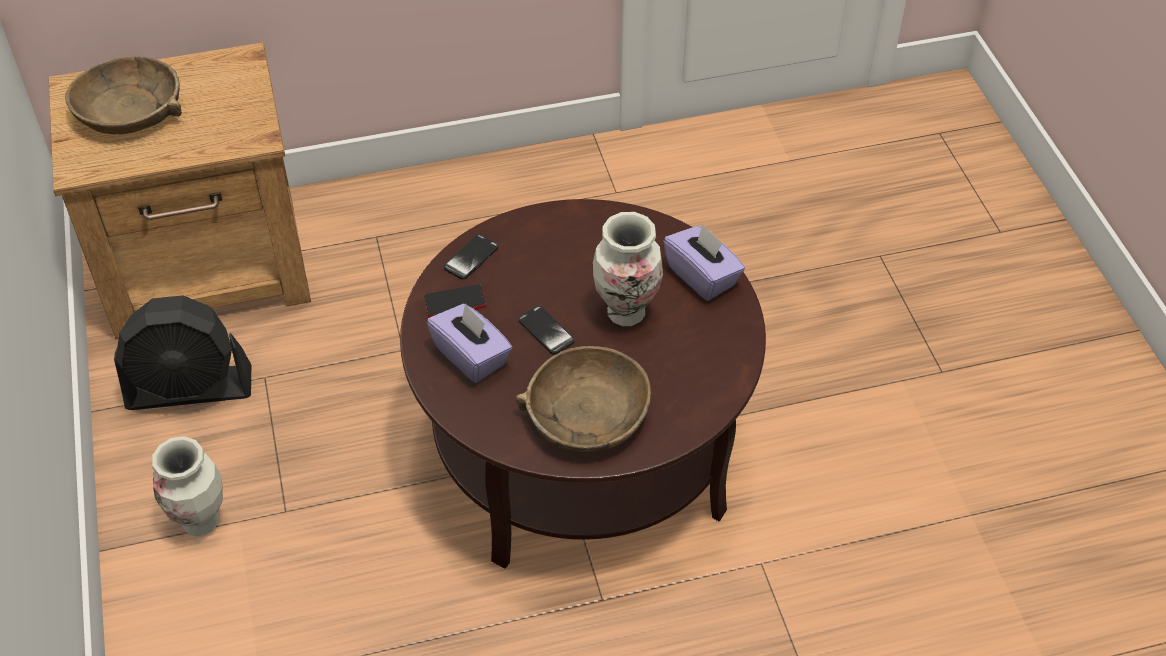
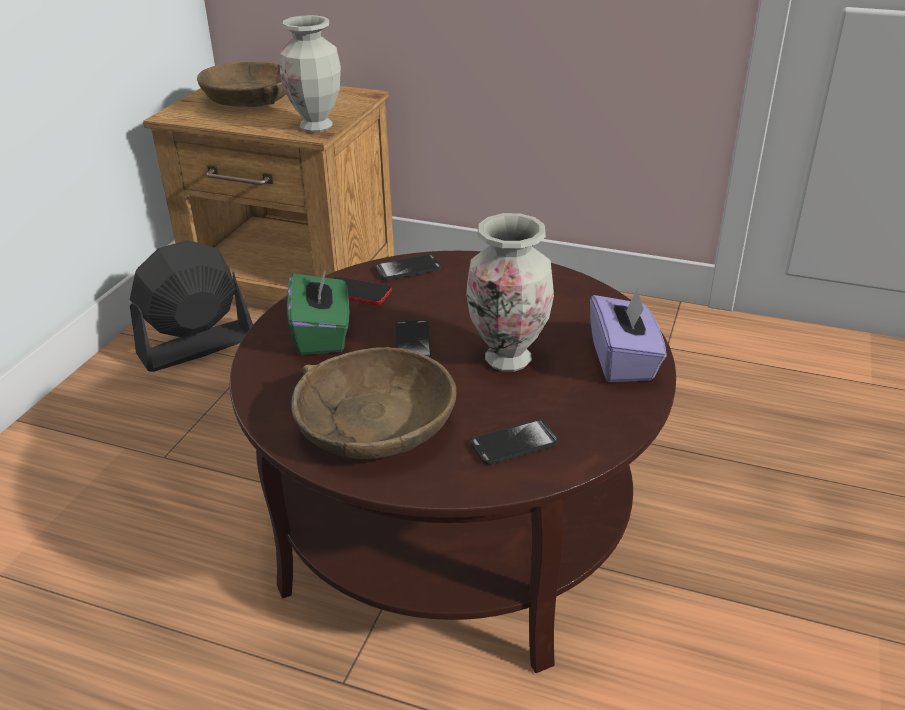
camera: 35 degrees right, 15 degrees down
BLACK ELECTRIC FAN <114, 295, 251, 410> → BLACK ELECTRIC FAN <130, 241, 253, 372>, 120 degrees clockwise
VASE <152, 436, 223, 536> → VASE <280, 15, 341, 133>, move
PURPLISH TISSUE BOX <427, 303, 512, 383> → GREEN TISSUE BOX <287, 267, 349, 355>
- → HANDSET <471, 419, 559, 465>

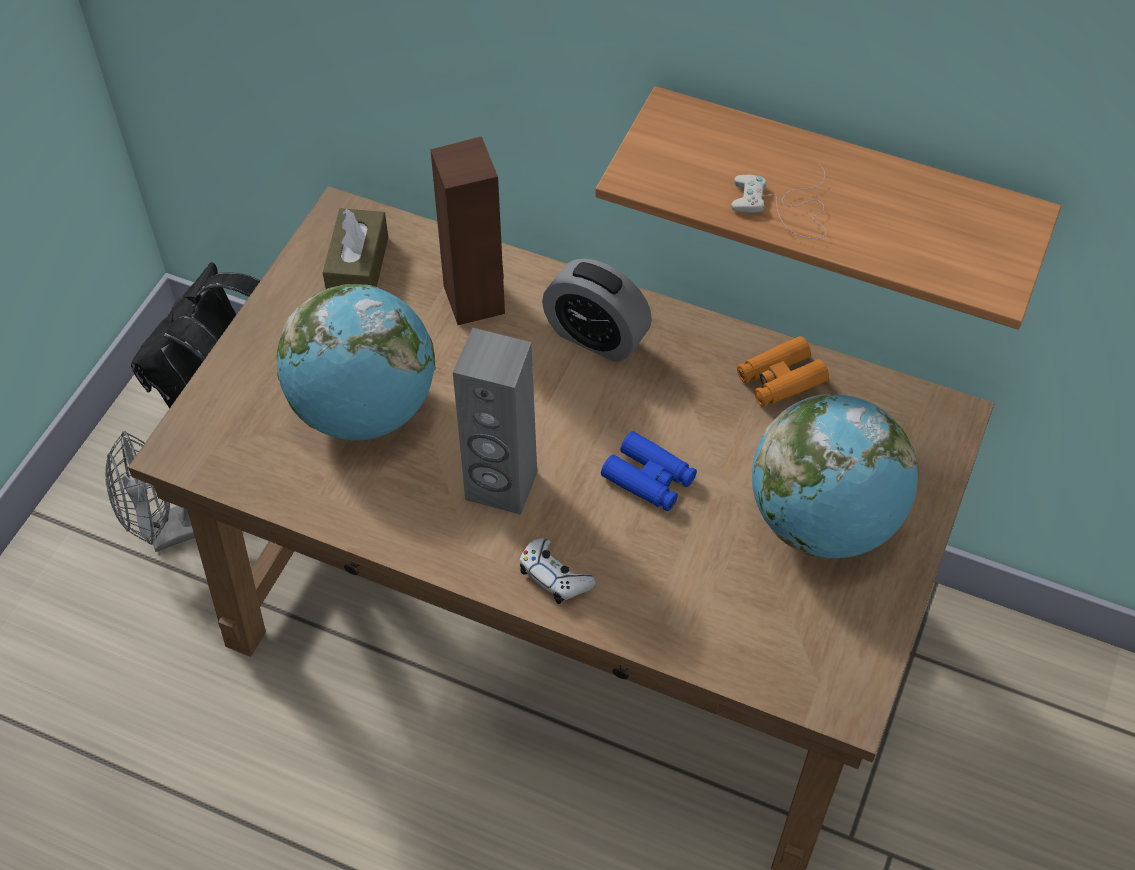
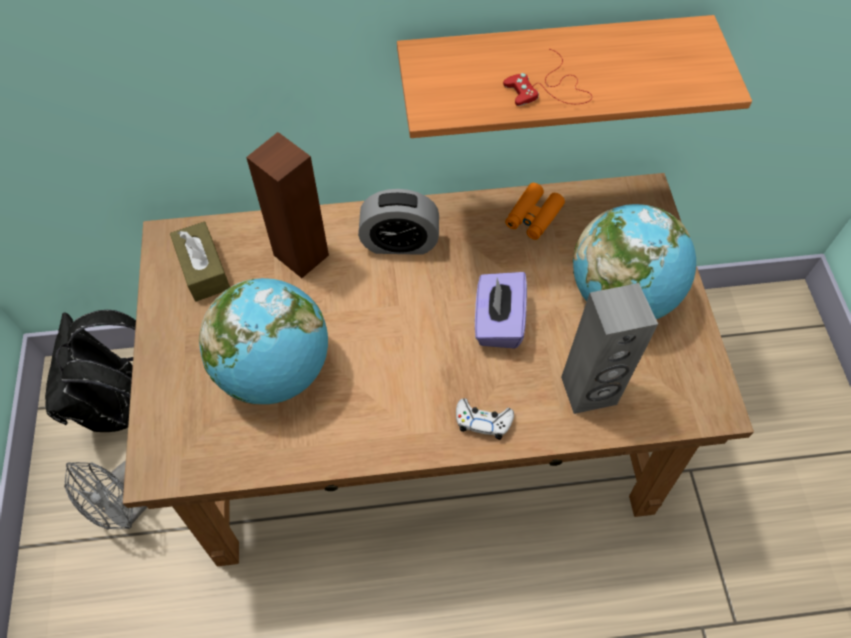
camera: 30 degrees left, 5 degrees up
GREYISH AUDIO SPEAKER <453, 328, 537, 515> → GREYISH AUDIO SPEAKER <561, 283, 658, 414>, move
BLUE PAIR OF BINOCULARS <601, 431, 697, 511> → PURPLISH TISSUE BOX <475, 272, 527, 349>
WHITE-COLOURED JOYPAD <731, 162, 826, 239> → RED JOYPAD <503, 49, 592, 106>

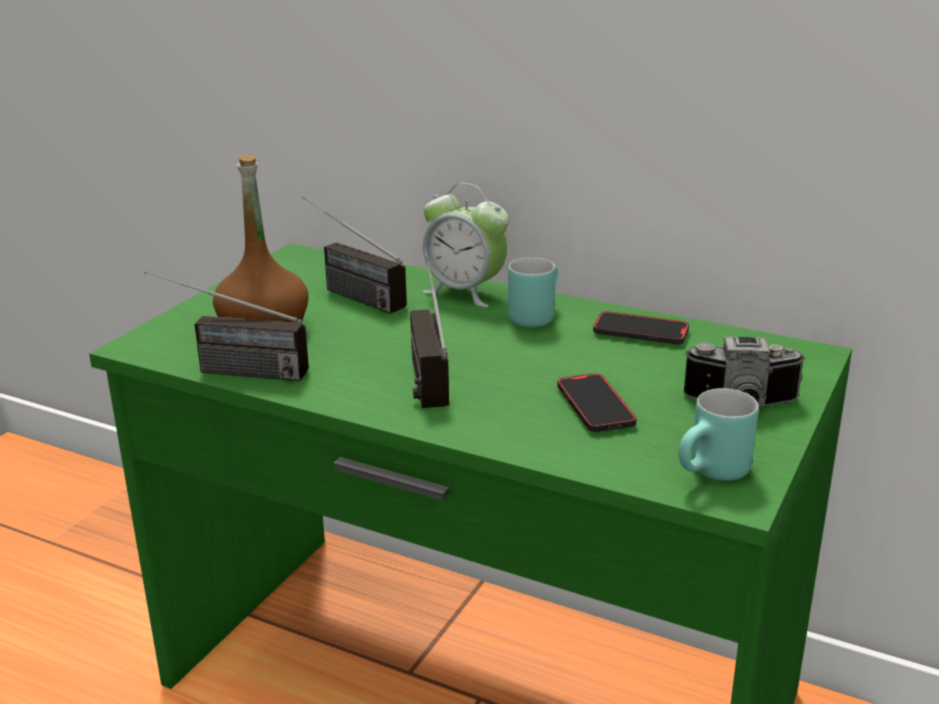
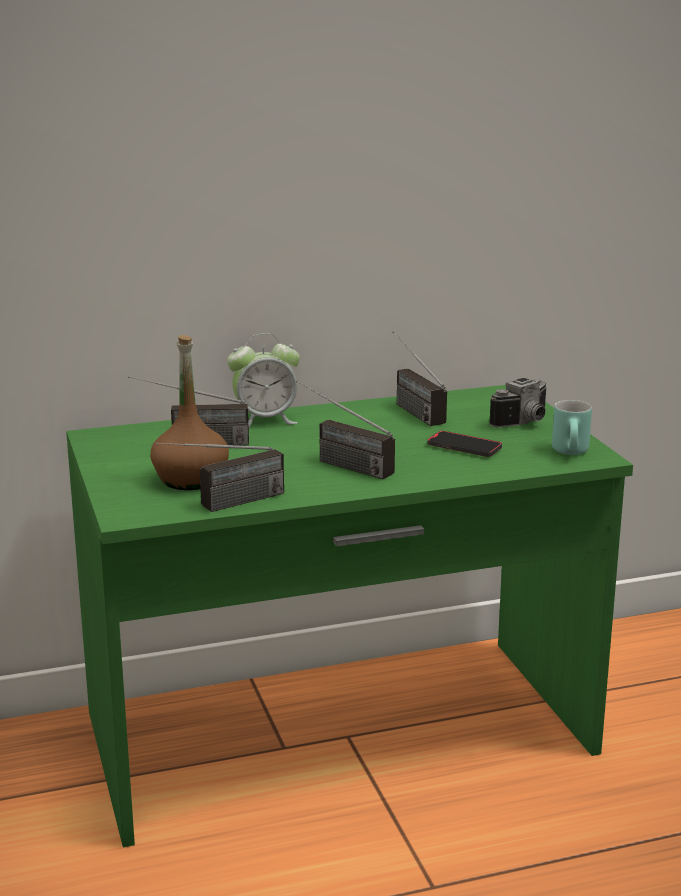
camera: 45 degrees left, 5 degrees down
TURQUOISE-COLOURED TEA MUG <508, 257, 558, 327> → -
HANDSET <593, 311, 689, 345> → RADIO RECEIVER <393, 331, 447, 426>

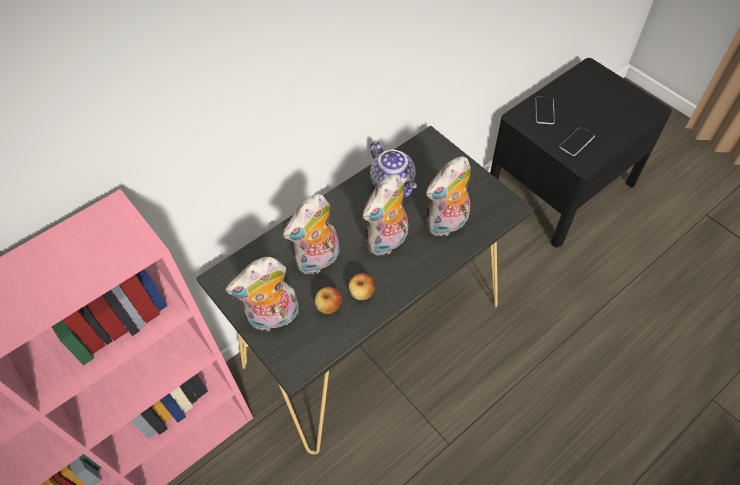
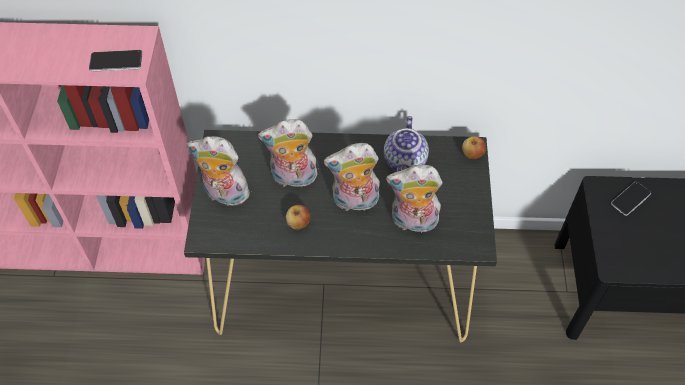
camera: 40 degrees right, 0 degrees up
APPLE <315, 287, 342, 314> → APPLE <462, 136, 486, 159>, move
HANDSET <559, 127, 595, 156> → HANDSET <89, 50, 142, 72>, move

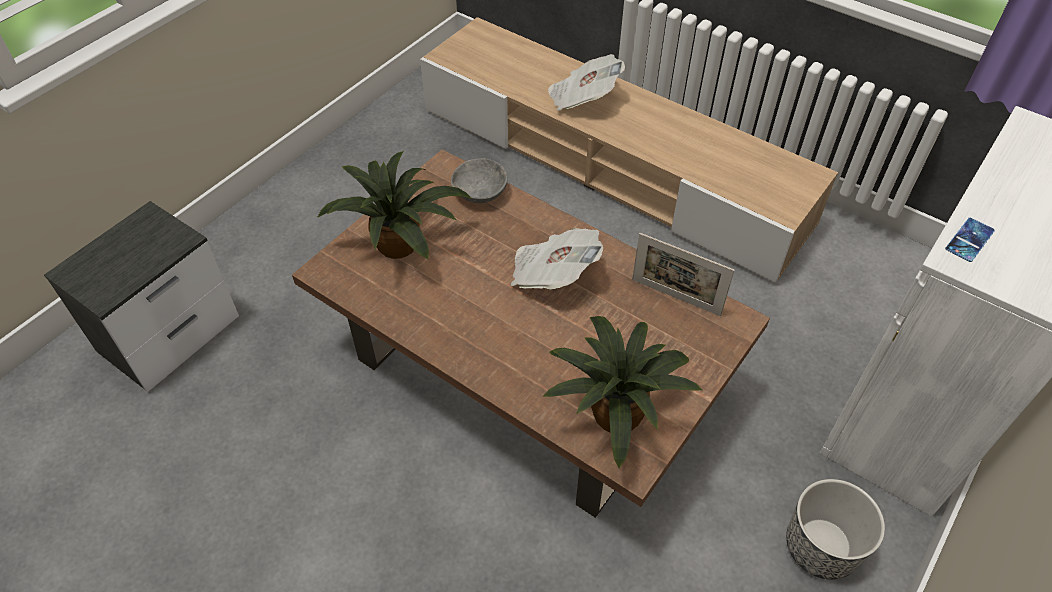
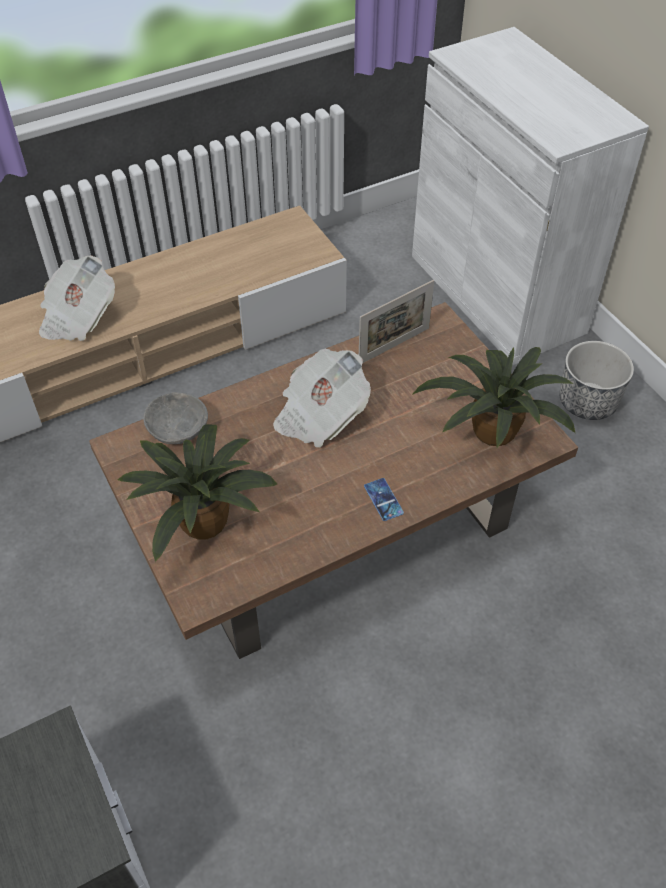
camera: 65 degrees left, 0 degrees up
HANDSET <945, 218, 995, 262> → HANDSET <364, 478, 404, 521>, move

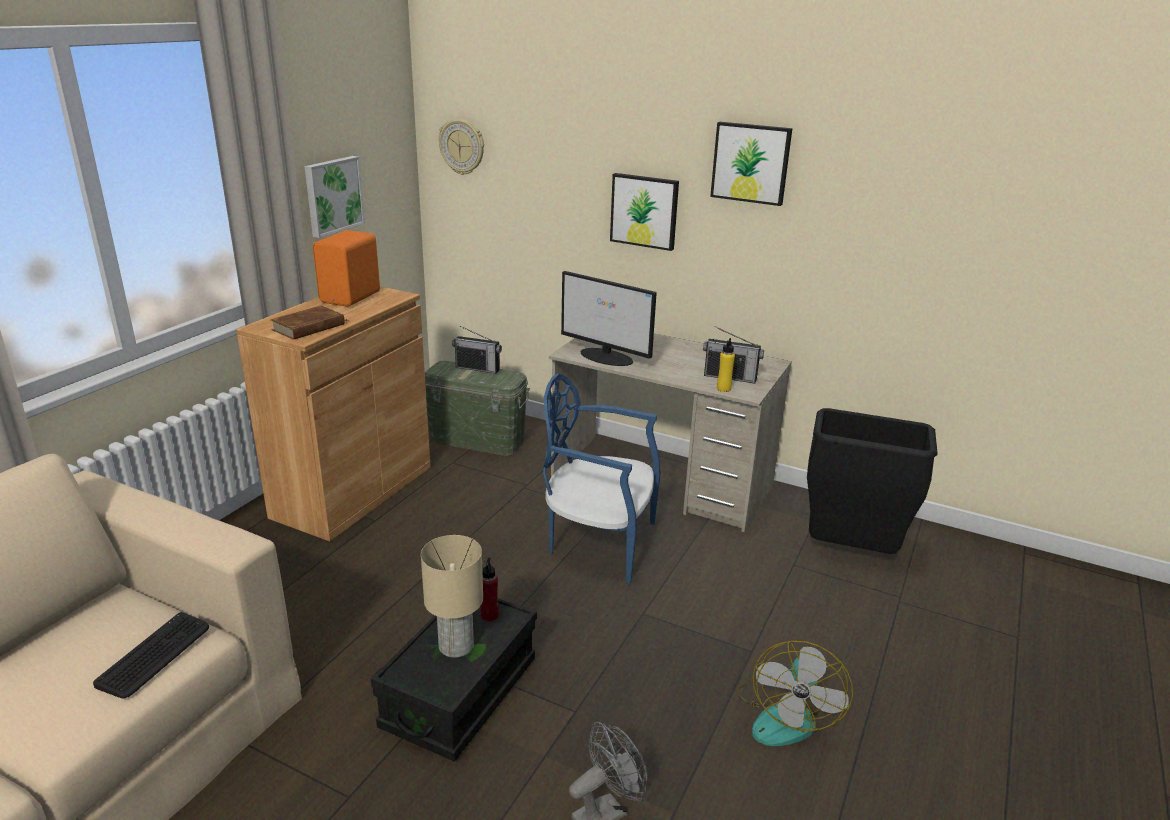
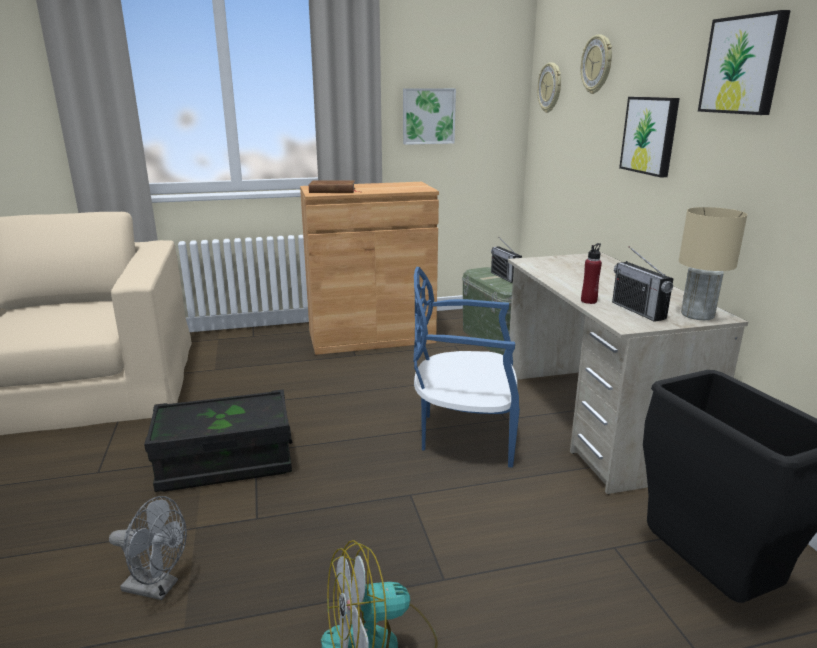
camera: 50 degrees right, 5 degrees down
KEYBOARD <93, 612, 209, 699> → -
ORANGE AUDIO SPEAKER <313, 230, 380, 307> → -
BEIGE LAMP FOR A TABLE <421, 535, 483, 658> → BEIGE LAMP FOR A TABLE <679, 207, 747, 320>, move
RED BOTTLE <481, 557, 499, 621> → RED BOTTLE <581, 243, 602, 304>, move
BLUE UPRIGHT CHAIR <543, 374, 661, 583> → BLUE UPRIGHT CHAIR <414, 267, 520, 468>, 60 degrees counterclockwise
COMPUTER DISPLAY <561, 271, 657, 366> → -
YELLOW-COLOURED BOTTLE <717, 338, 735, 392> → -
- → CLOCK ON THE WALL <581, 35, 612, 94>

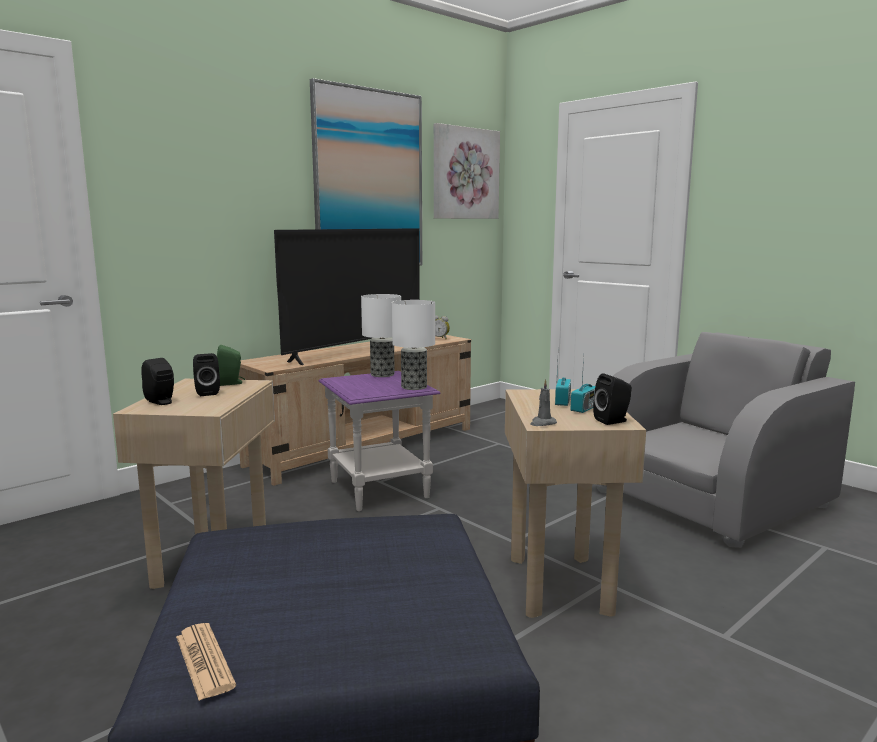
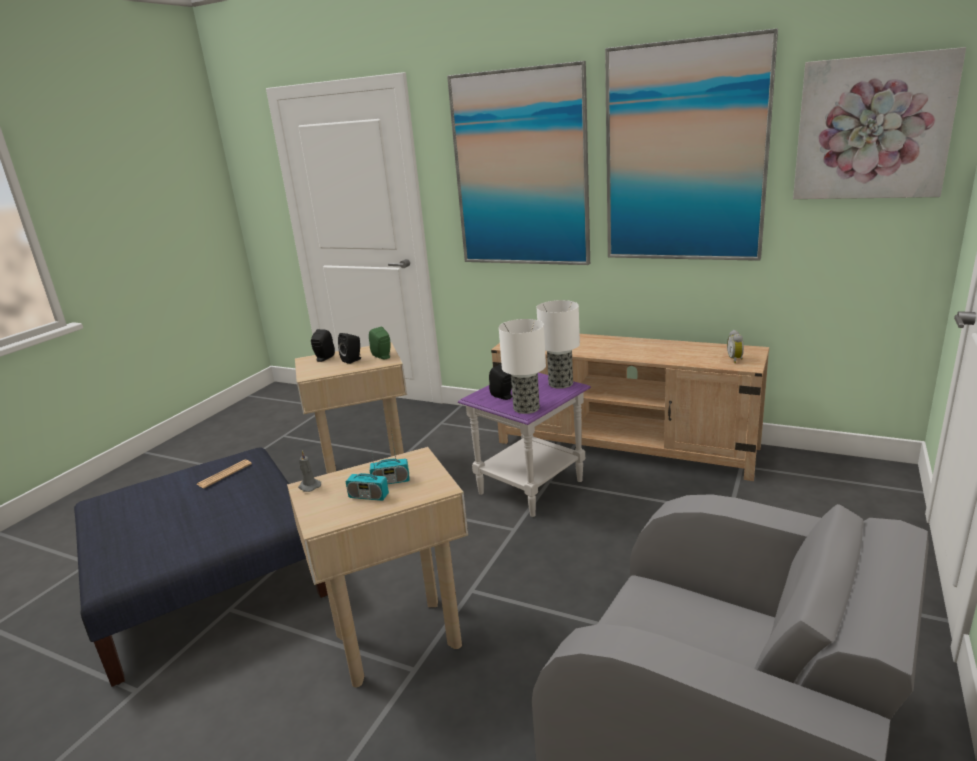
camera: 70 degrees right, 10 degrees up
DAILY PAPER <176, 623, 236, 701> → DAILY PAPER <196, 459, 252, 488>, move
TV <274, 228, 420, 365> → -
BLACK AUDIO SPEAKER <593, 373, 632, 425> → BLACK AUDIO SPEAKER <489, 364, 512, 400>, move
- → WALL PICTURE <447, 61, 590, 265>

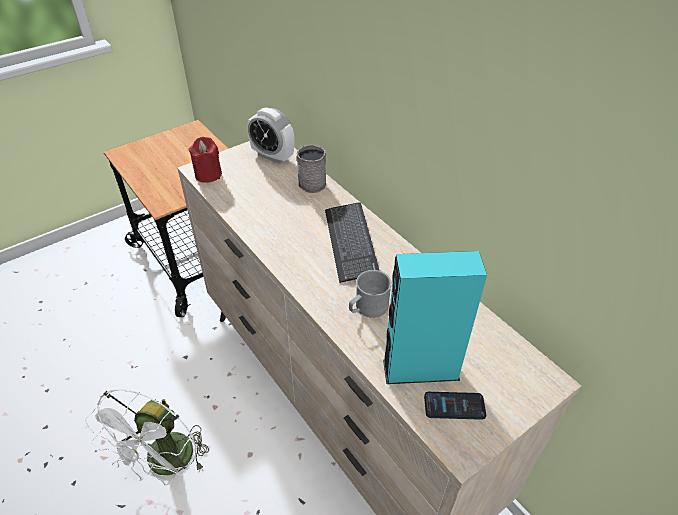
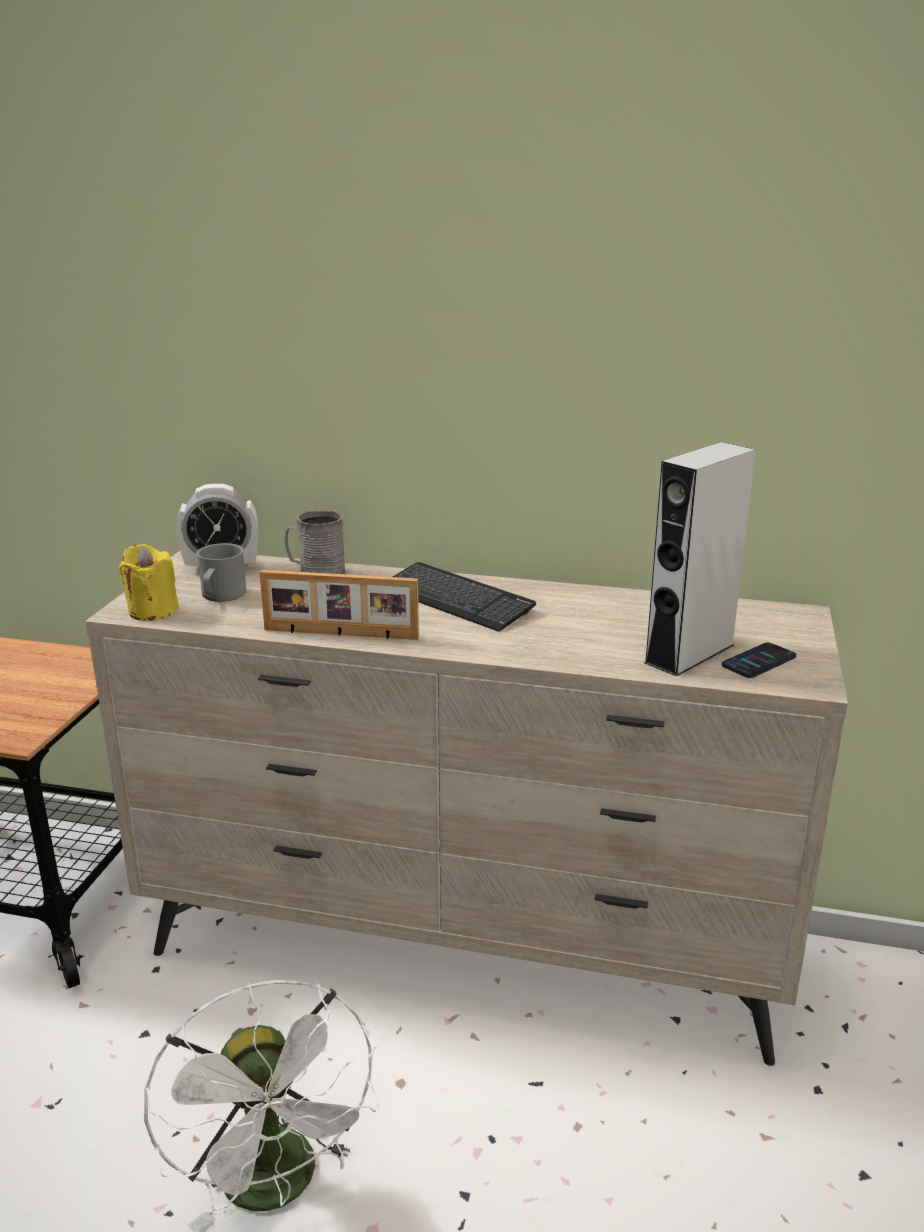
camera: 40 degrees left, 20 degrees down
RED CANDLE <189, 137, 222, 183> → YELLOW-COLOURED CANDLE <119, 544, 179, 621>
GREYISH TEA MUG <349, 270, 392, 318> → GREYISH TEA MUG <197, 543, 247, 602>, move
TURQUOISE-COLOURED AUDIO SPEAKER <383, 251, 487, 384> → GREYISH AUDIO SPEAKER <644, 442, 756, 677>
- → STANDING FRAME <260, 570, 419, 640>

